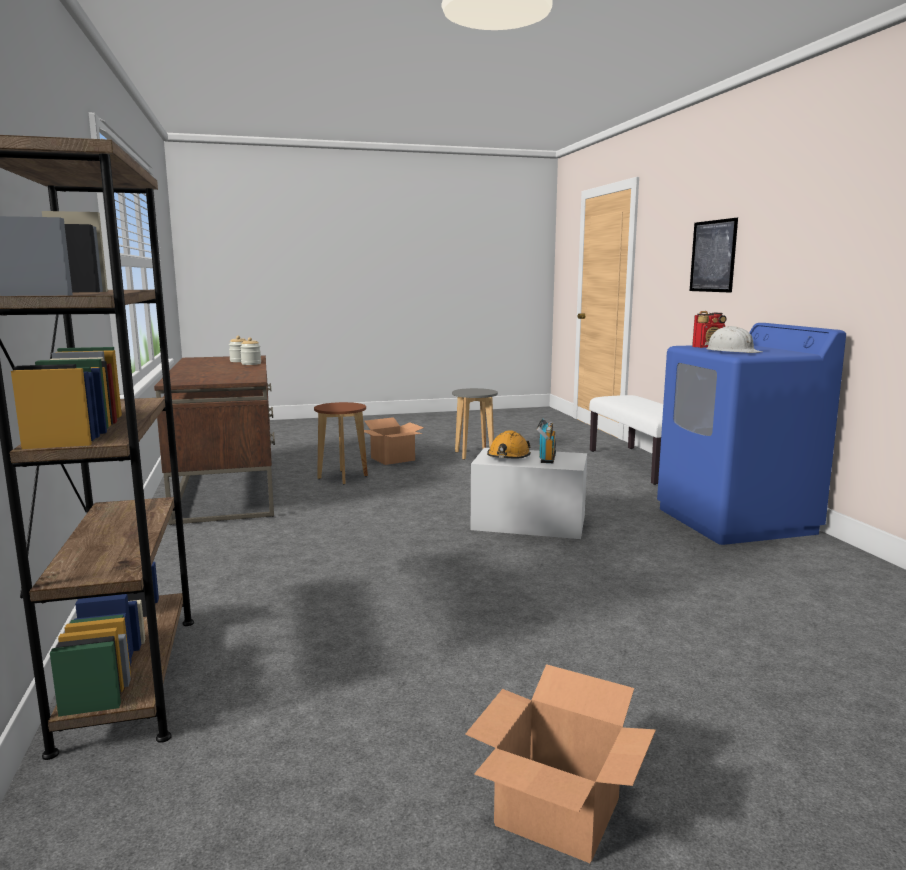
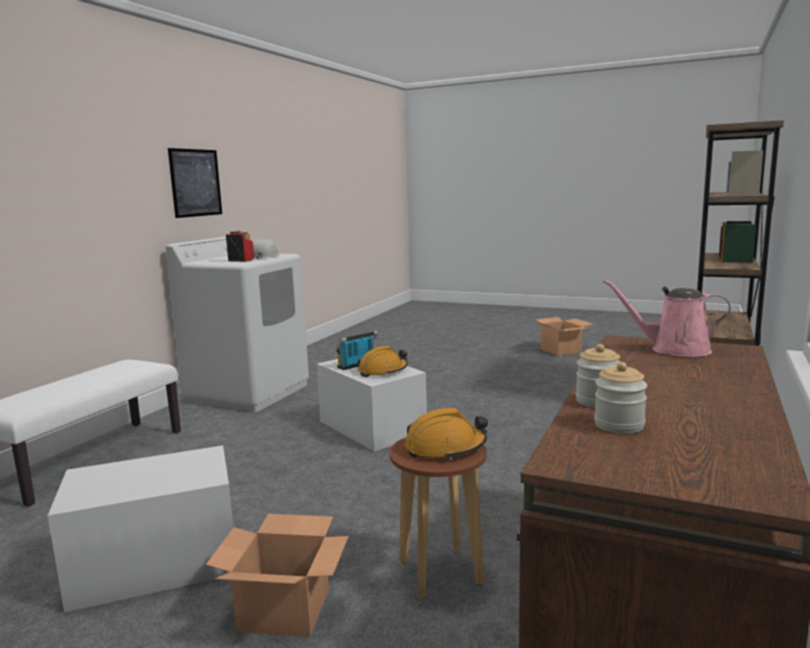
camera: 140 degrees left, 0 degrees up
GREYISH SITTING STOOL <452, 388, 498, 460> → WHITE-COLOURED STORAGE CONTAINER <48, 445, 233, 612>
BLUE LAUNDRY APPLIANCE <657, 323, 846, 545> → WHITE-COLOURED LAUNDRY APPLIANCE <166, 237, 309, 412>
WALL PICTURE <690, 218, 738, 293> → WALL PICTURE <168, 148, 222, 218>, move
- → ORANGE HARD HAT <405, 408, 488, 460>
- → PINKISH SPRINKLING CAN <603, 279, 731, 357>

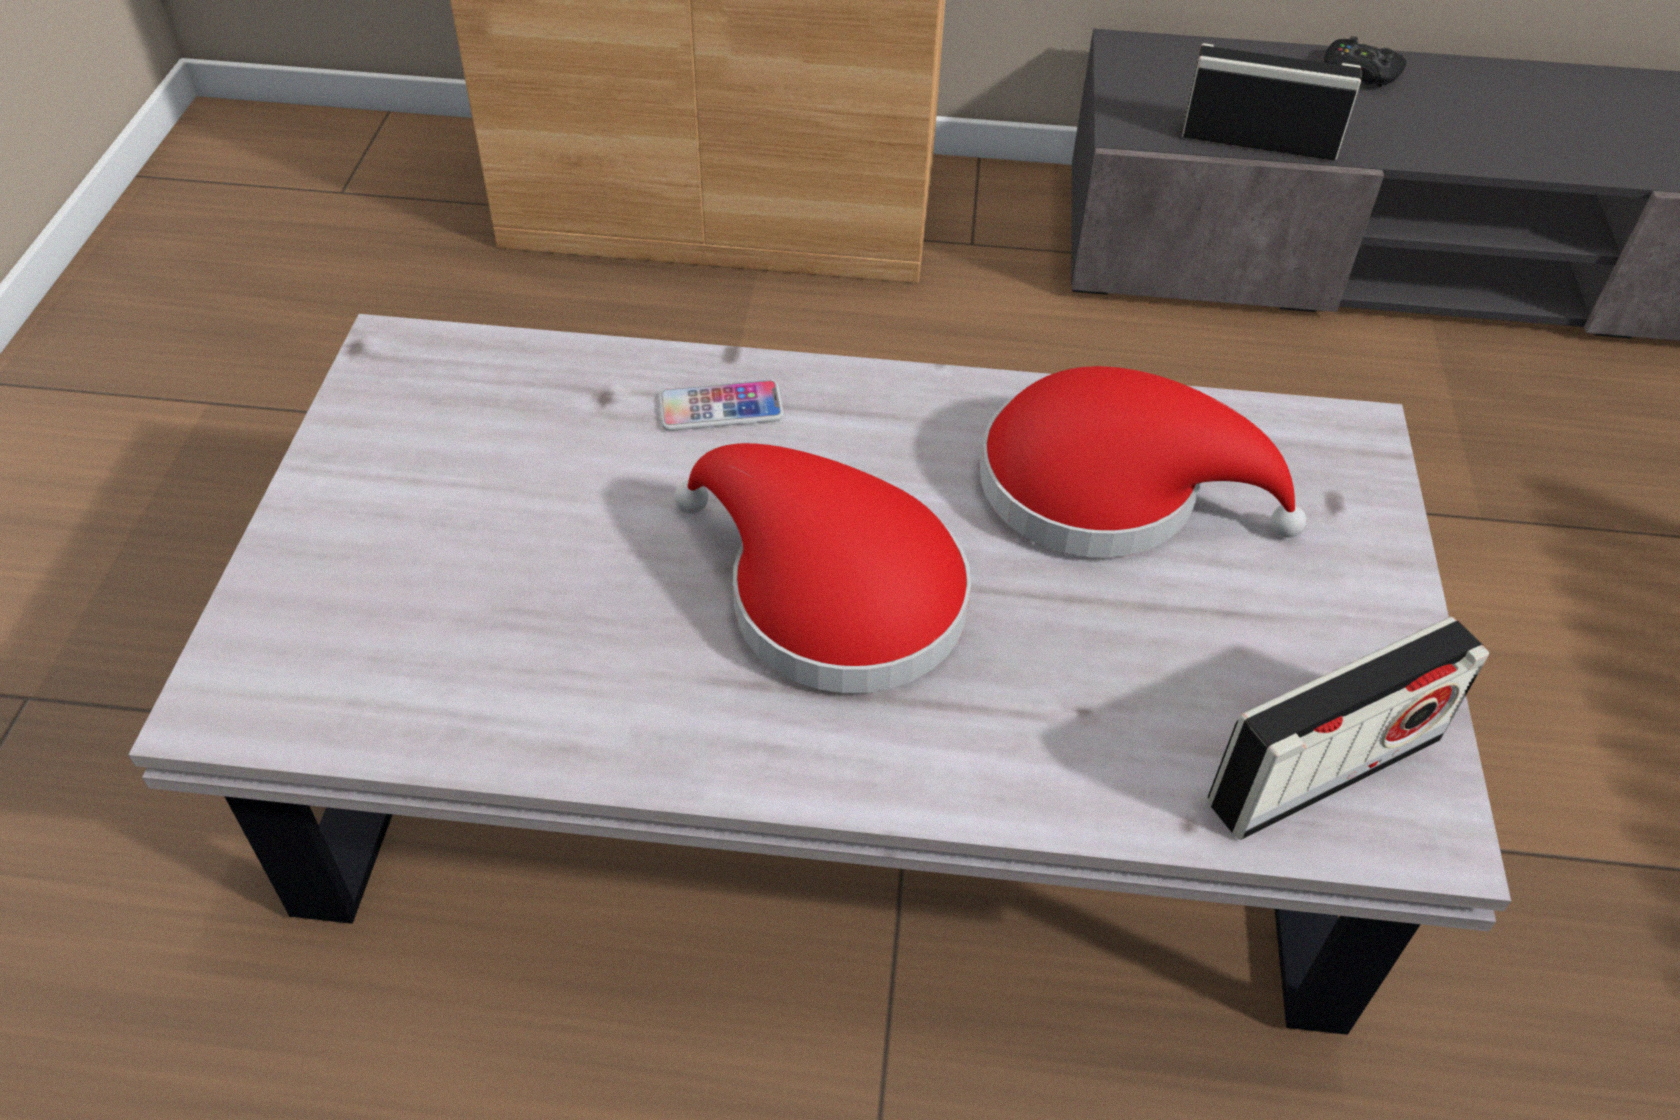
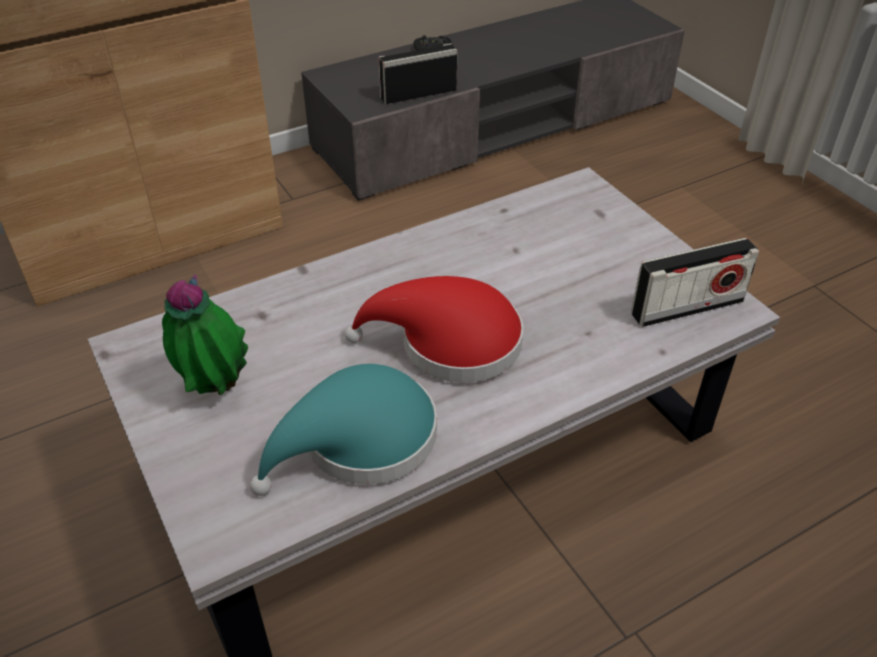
camera: 35 degrees left, 5 degrees down
HANDSET <659, 380, 784, 431> → -
RED WEARABLE HAT <980, 366, 1306, 558> → -
RADIO RECEIVER <1208, 617, 1489, 840> → RADIO RECEIVER <631, 238, 759, 327>, 45 degrees clockwise
- → POTTED PLANT <162, 274, 248, 395>
- → TURQUOISE-COLOURED WEARABLE HAT <250, 364, 437, 496>

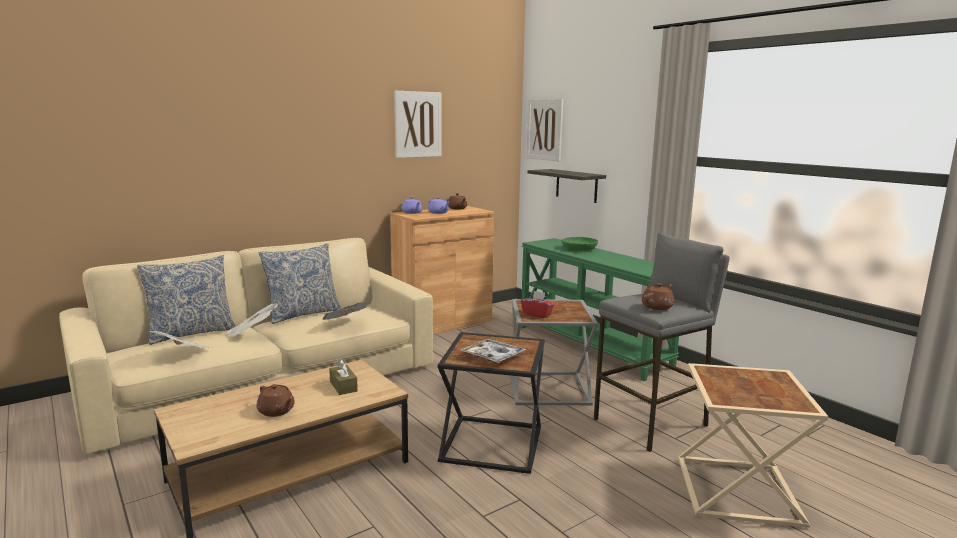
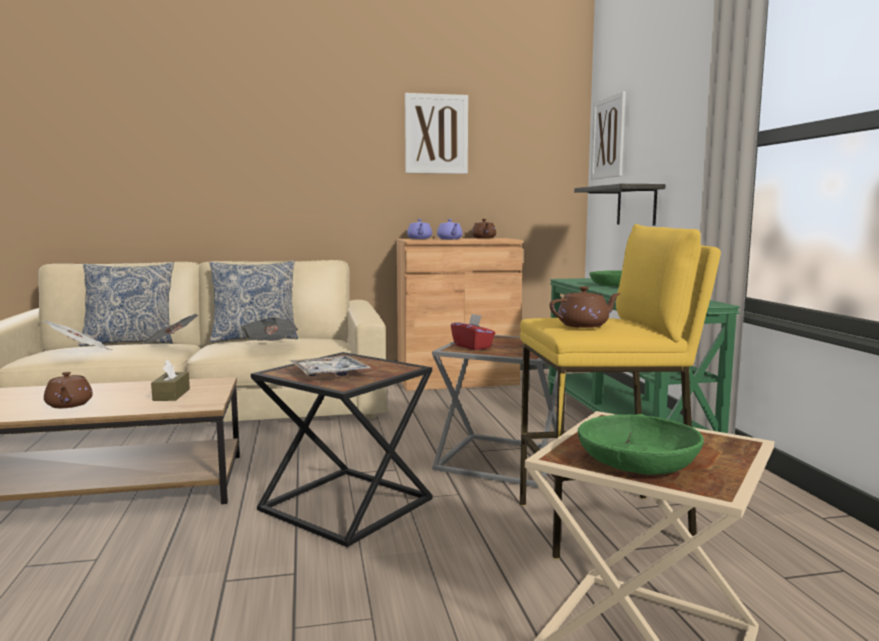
camera: 25 degrees right, 5 degrees down
GREYISH SITTING STOOL <594, 233, 729, 452> → YELLOW-COLOURED SITTING STOOL <520, 224, 721, 559>
- → GREEN SERVING BOWL <578, 414, 704, 475>

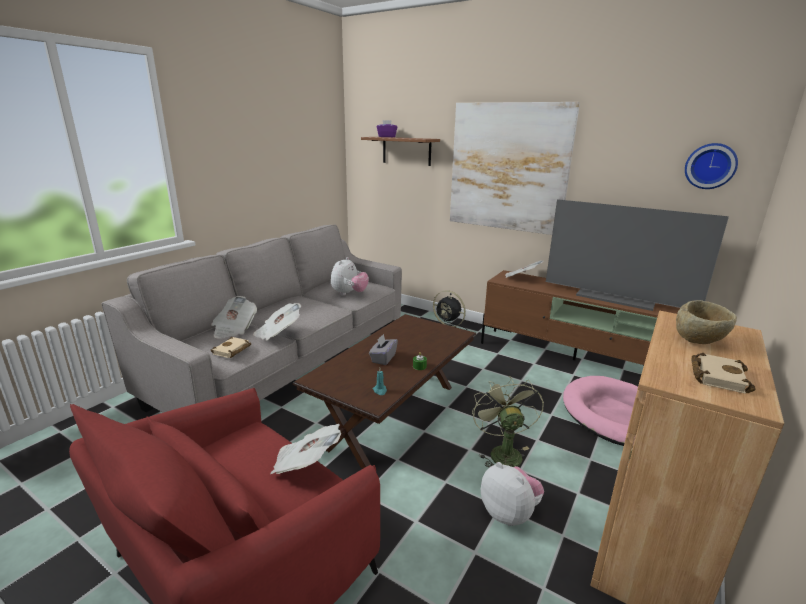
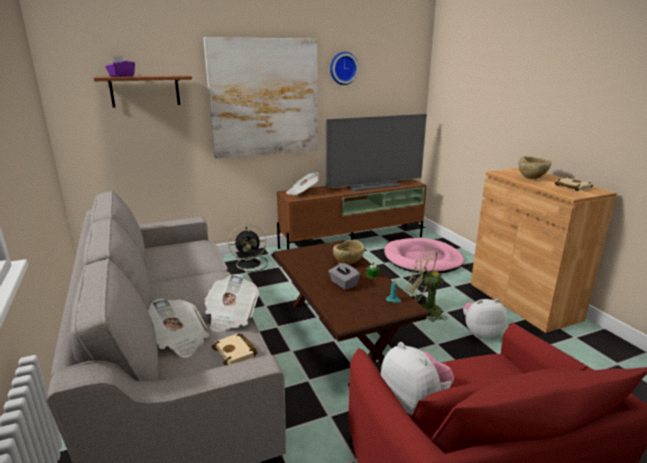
camera: 55 degrees left, 0 degrees up
DAILY PAPER <271, 424, 341, 474> → -
SOFT TOY <331, 257, 369, 296> → SOFT TOY <381, 342, 454, 415>, move
CLOCK ON THE WALL <685, 143, 738, 189> → CLOCK ON THE WALL <330, 52, 359, 85>, move
- → BEIGE SERVING BOWL <333, 240, 365, 264>

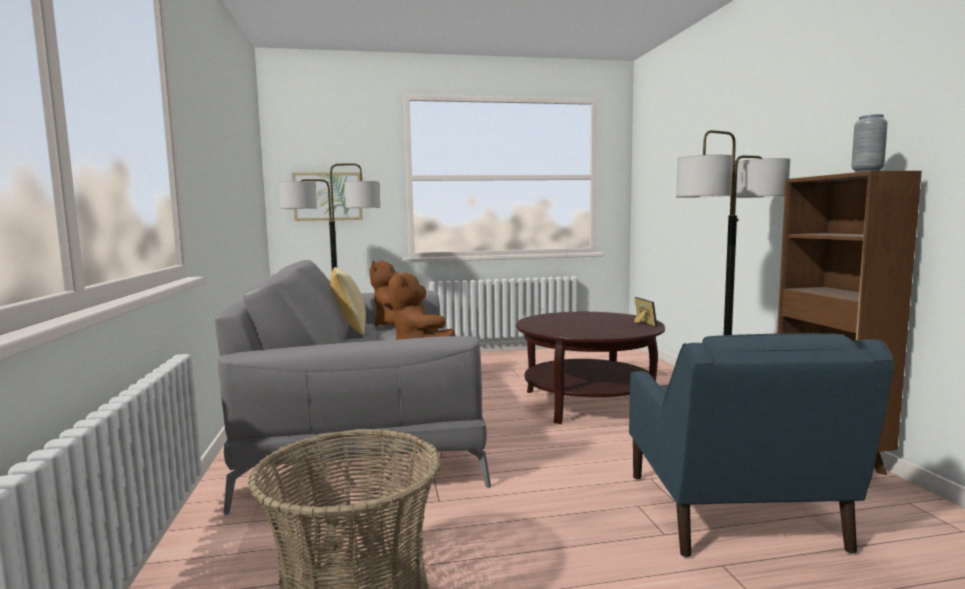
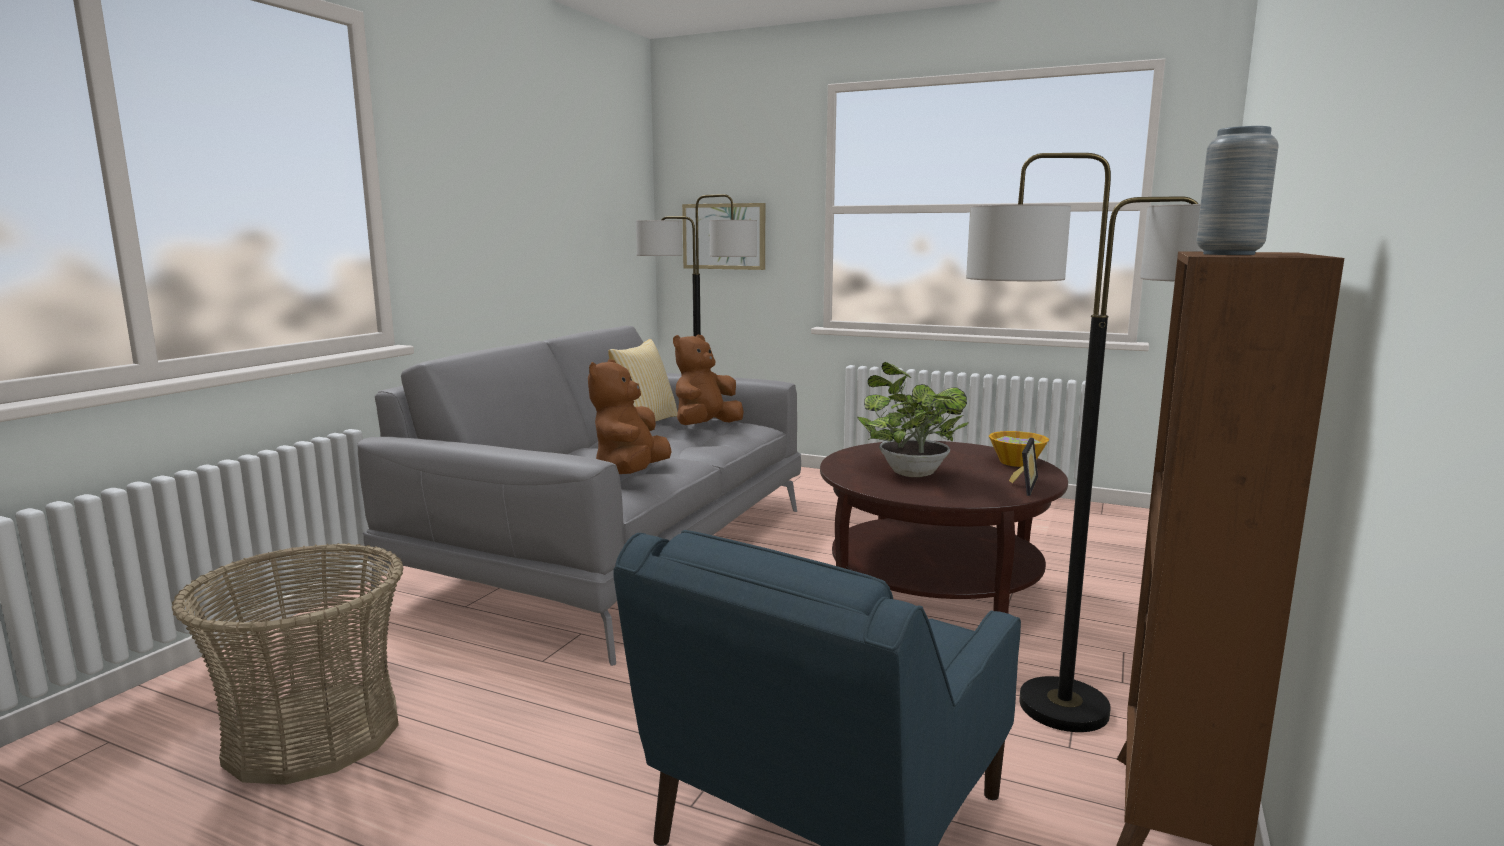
camera: 35 degrees right, 5 degrees up
- → POTTED PLANT <857, 362, 969, 477>
- → SERVING BOWL <989, 431, 1049, 467>

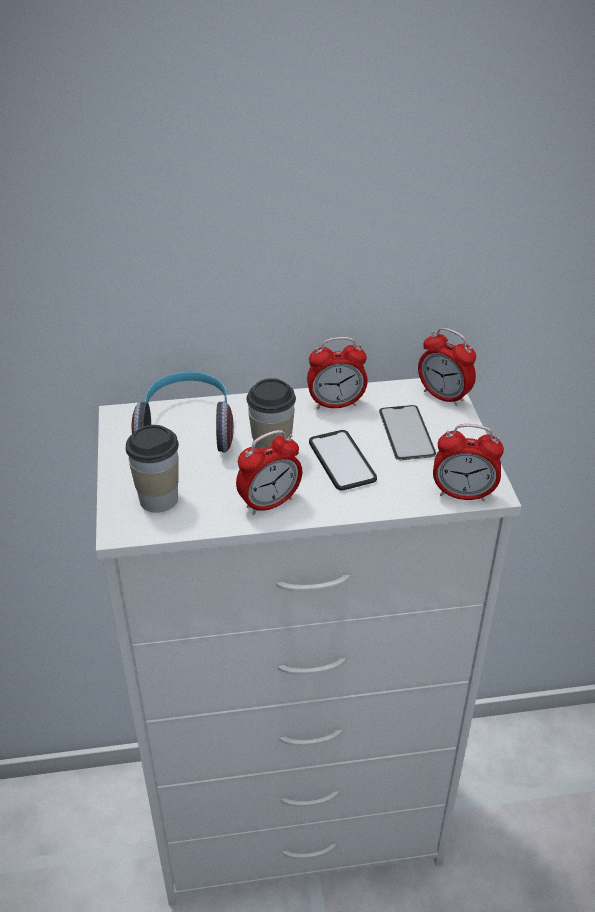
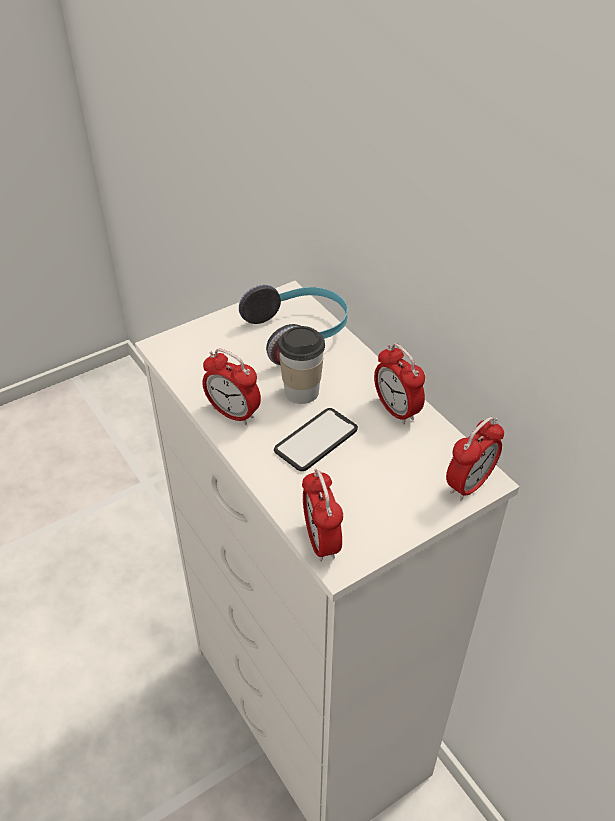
camera: 65 degrees right, 5 degrees up
CUP <126, 425, 179, 513> → -
HANDSET <379, 405, 436, 460> → -
ALARM CLOCK <418, 327, 476, 406> → ALARM CLOCK <446, 417, 504, 501>, 150 degrees counterclockwise

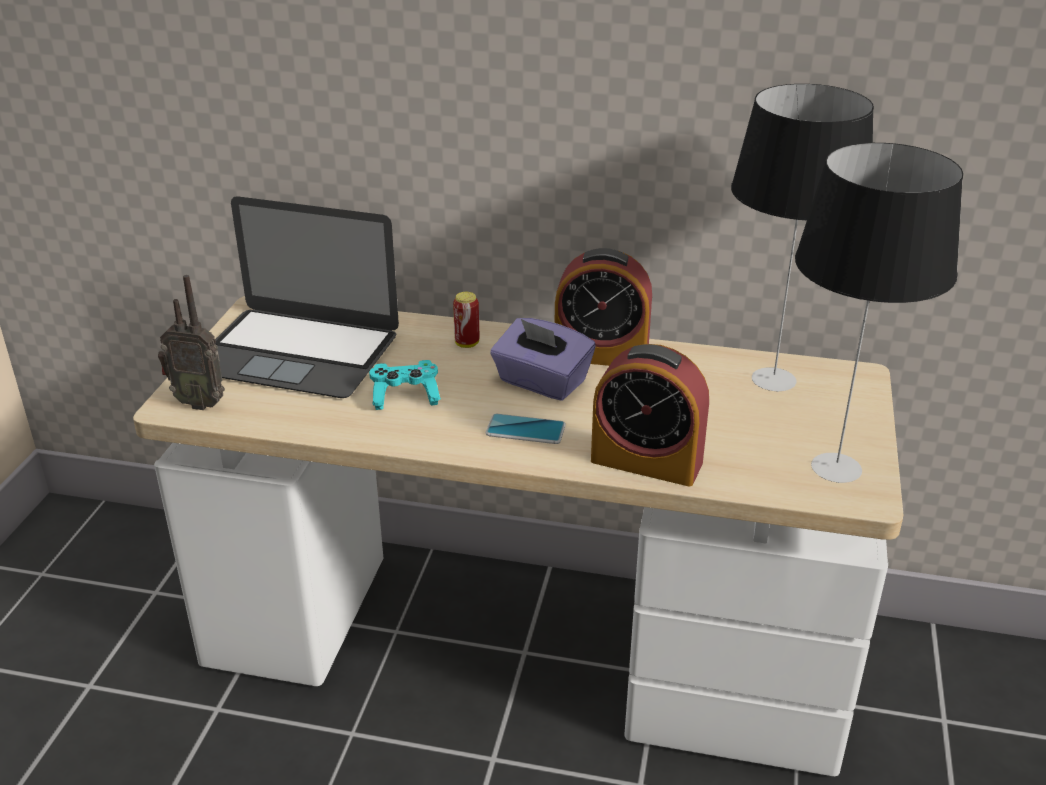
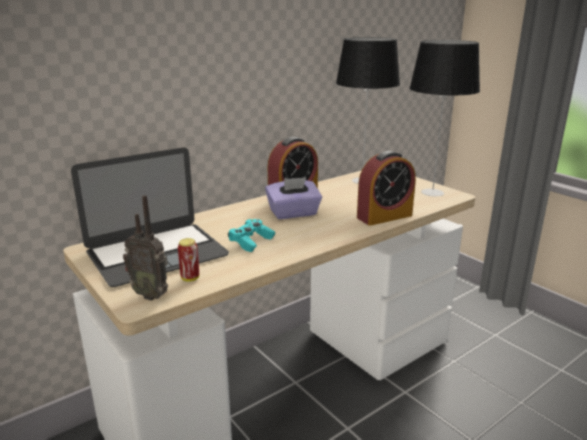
camera: 50 degrees left, 10 degrees down
RADIO RECEIVER <158, 275, 225, 410> → RADIO RECEIVER <123, 195, 168, 301>, 60 degrees clockwise
CAN <453, 292, 479, 348> → CAN <178, 238, 199, 282>, move
HANDSET <486, 414, 566, 444> → -

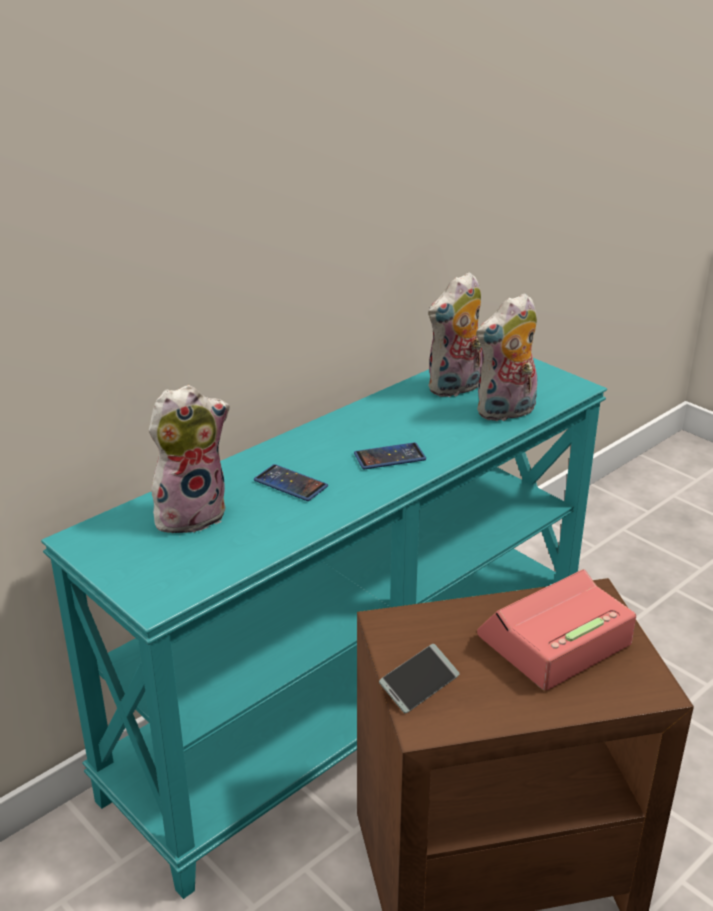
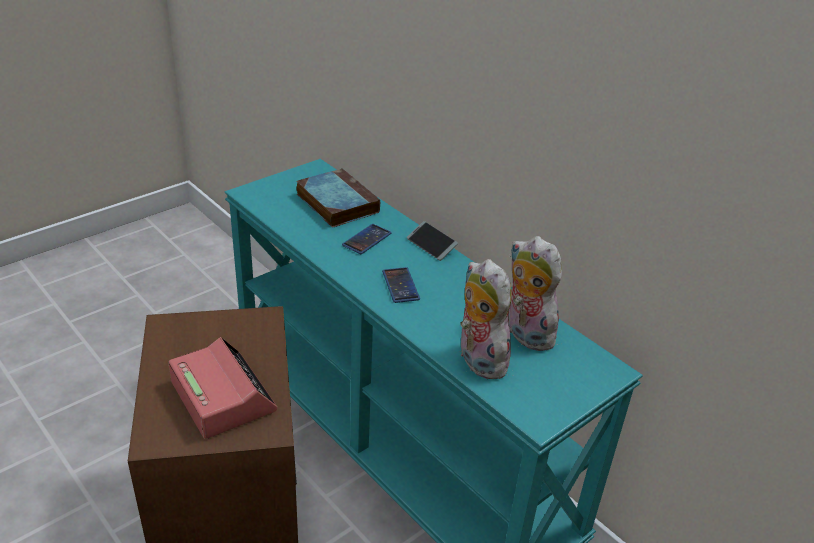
camera: 90 degrees right, 5 degrees up
SOFT TOY <149, 385, 230, 533> → VOLUME <296, 168, 380, 228>
HANDSET <379, 644, 460, 713> → HANDSET <407, 221, 458, 261>, move

